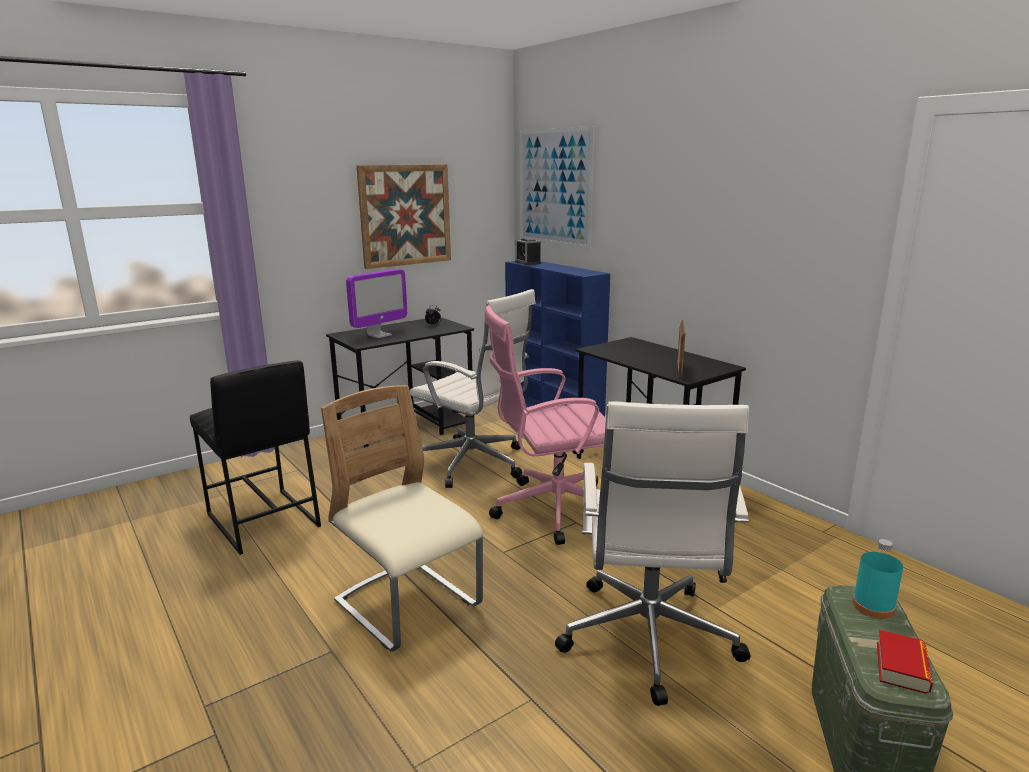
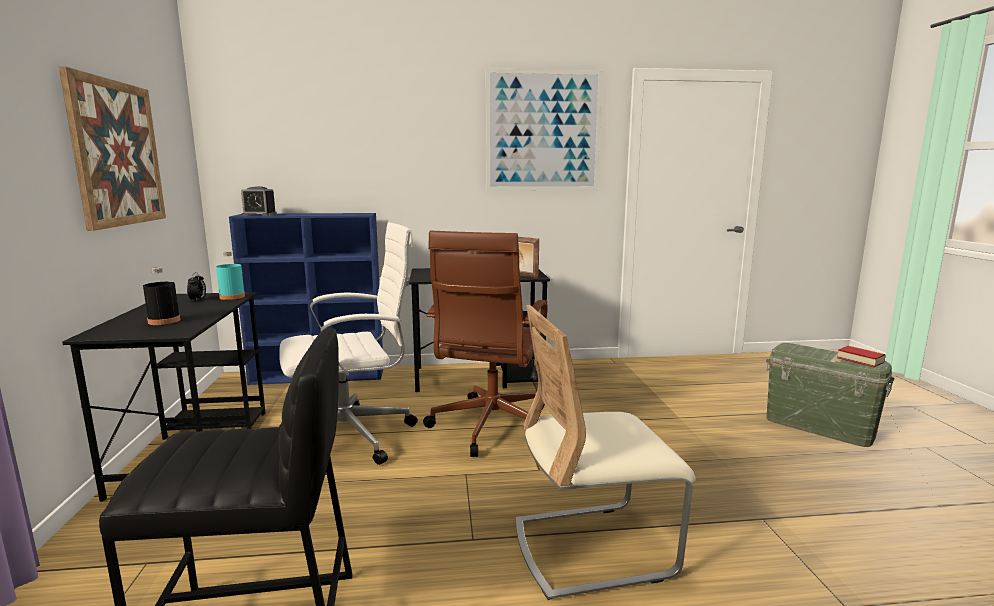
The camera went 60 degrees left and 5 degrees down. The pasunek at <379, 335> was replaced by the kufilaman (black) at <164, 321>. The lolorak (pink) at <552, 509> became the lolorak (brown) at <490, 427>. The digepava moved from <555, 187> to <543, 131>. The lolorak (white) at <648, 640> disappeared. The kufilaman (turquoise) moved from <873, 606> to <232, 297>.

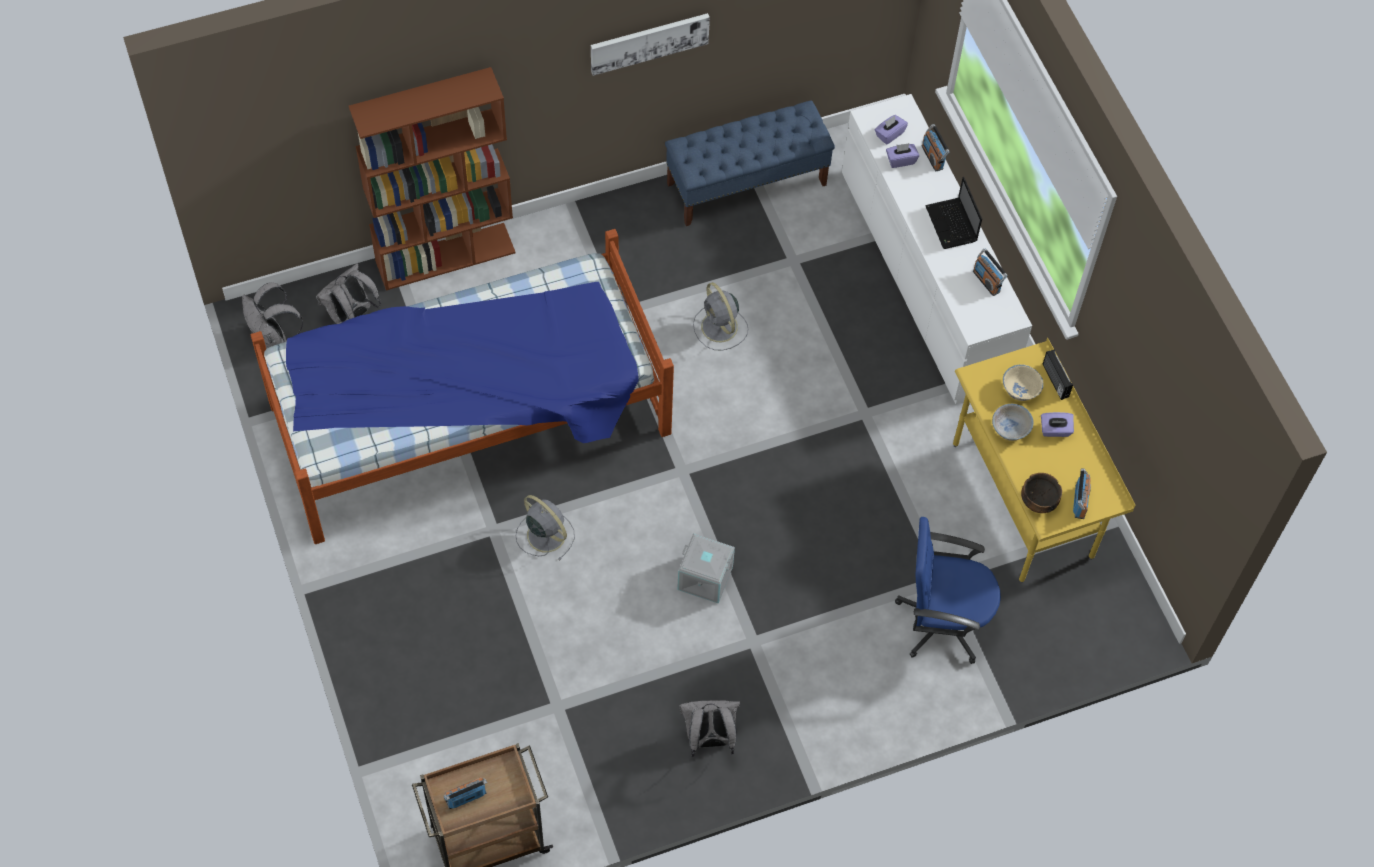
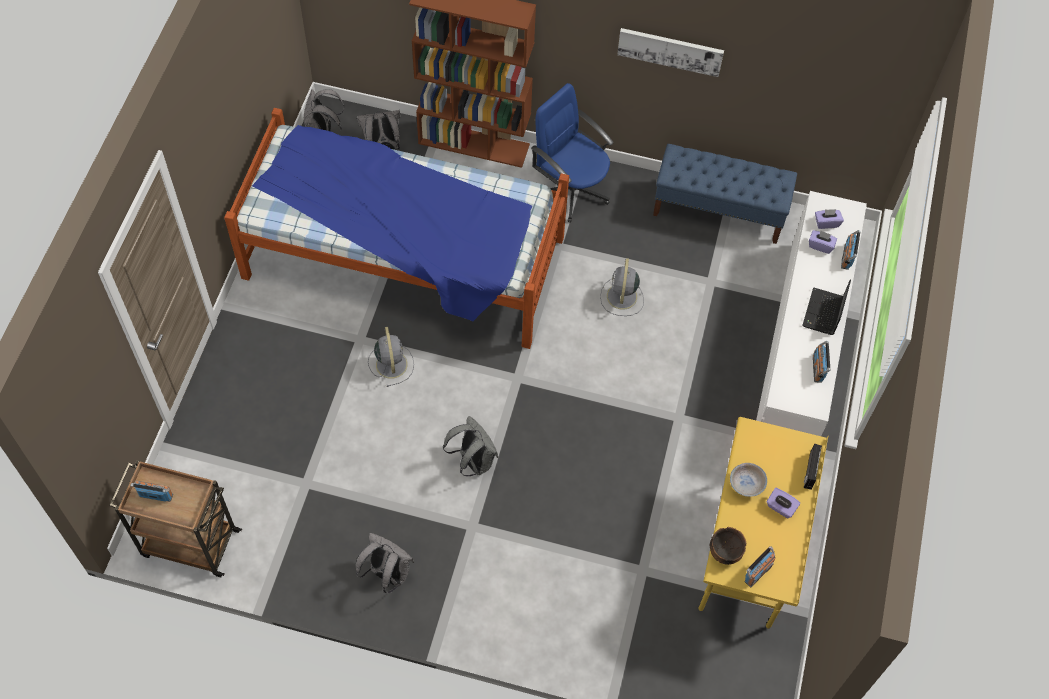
The camera went 35 degrees right and 0 degrees up. The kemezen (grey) at <704, 578> was replaced by the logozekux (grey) at <473, 461>. The lolorak (blue) moved from <942, 620> to <571, 189>. The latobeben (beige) at <1020, 390> disappeared.

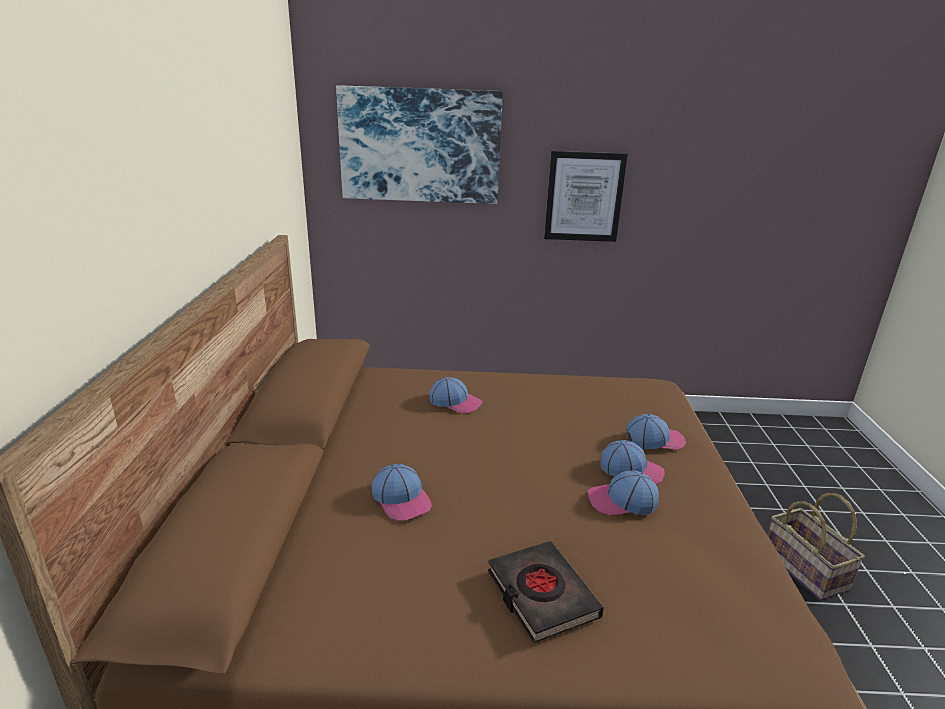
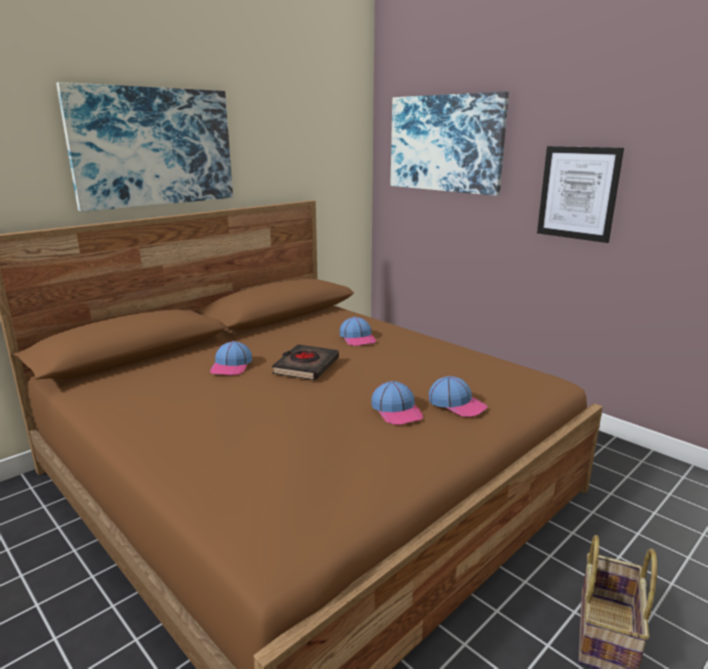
The camera went 45 degrees right and 5 degrees down. The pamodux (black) moved from <541, 595> to <306, 366>. The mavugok at <622, 501> disappeared. The digepava at <154, 147> appeared.

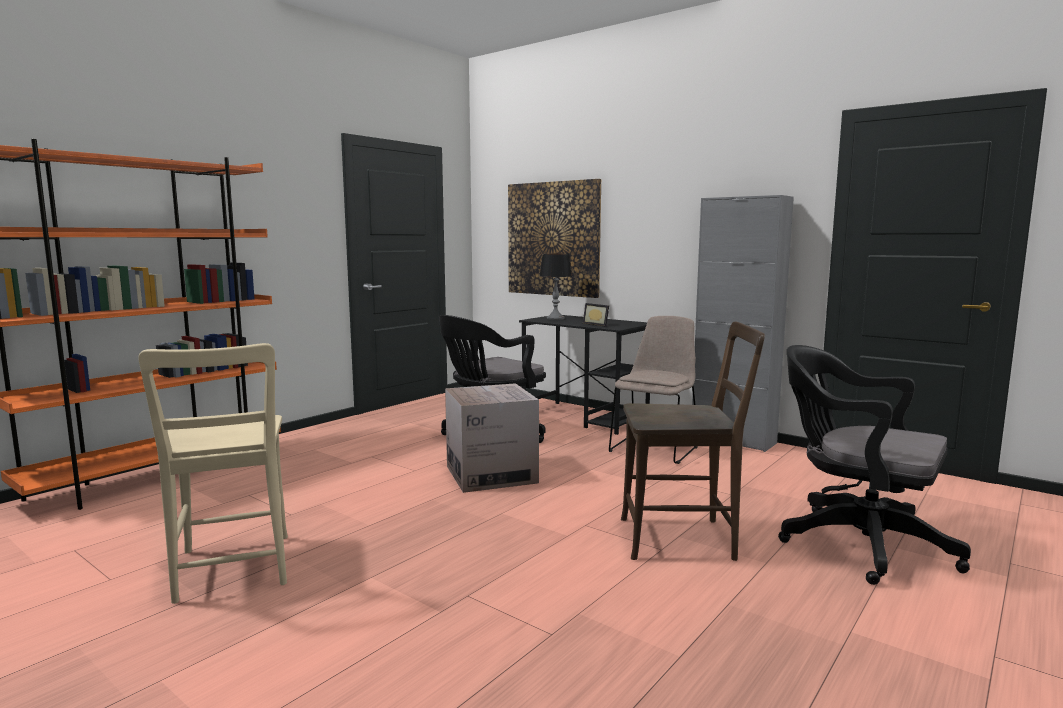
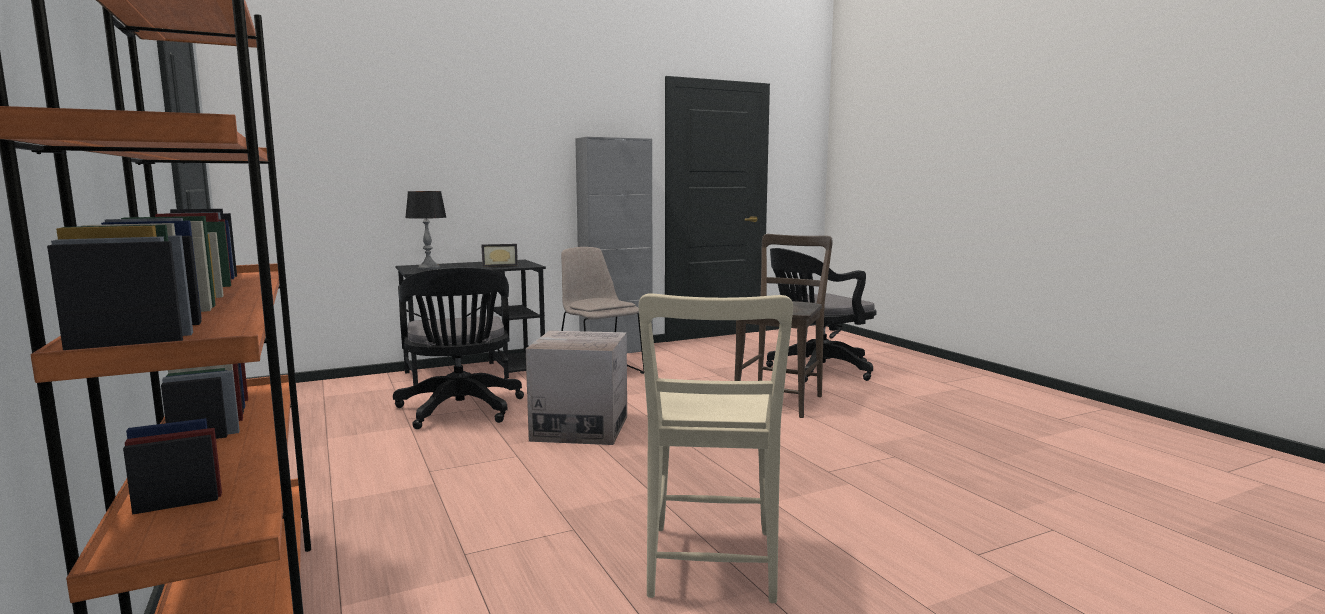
The camera went 65 degrees left and 0 degrees up. The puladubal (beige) at <233, 571> turned 90 degrees clockwise. The digepava at <553, 239> disappeared.

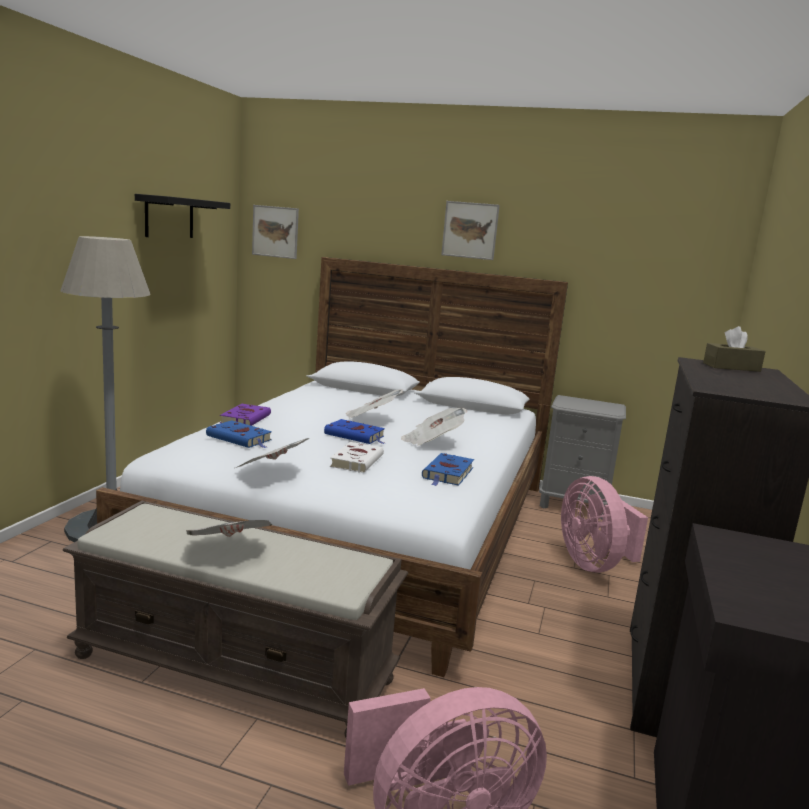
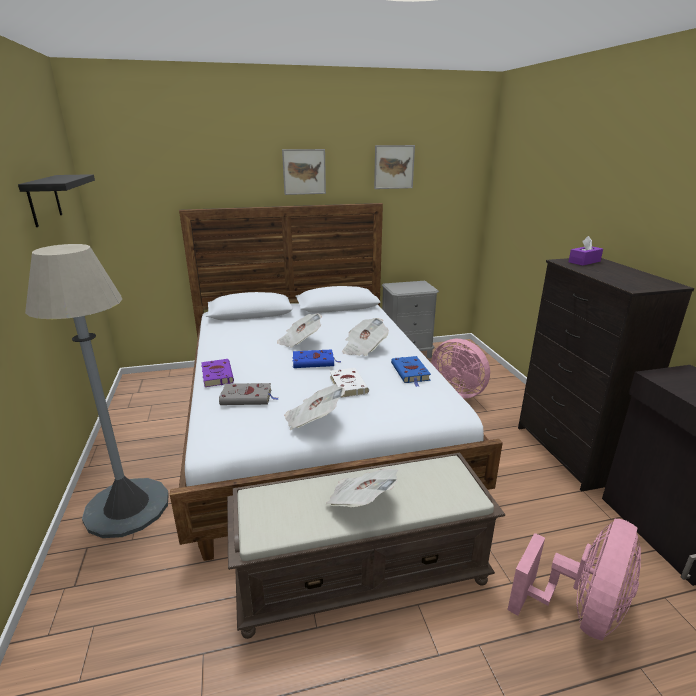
The camera went 30 degrees left and 10 degrees up. The pamodux (blue) at <240, 438> became the pamodux (grey) at <248, 397>. The digepava moved from <275, 231> to <394, 167>. The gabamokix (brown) at <731, 367> became the gabamokix (purple) at <584, 262>.

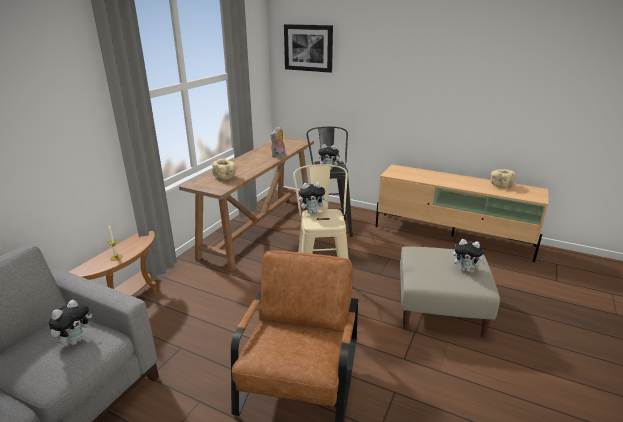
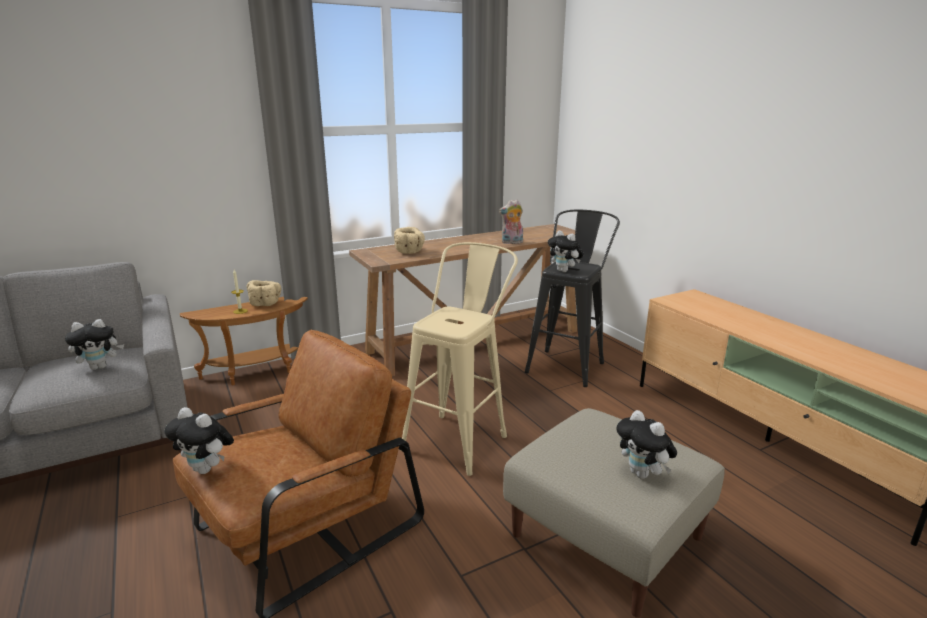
The camera went 35 degrees right and 5 degrees down. The digepava at <308, 48> disappeared. The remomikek moved from <312, 212> to <207, 469>. The latobeben (beige) moved from <500, 185> to <265, 303>.

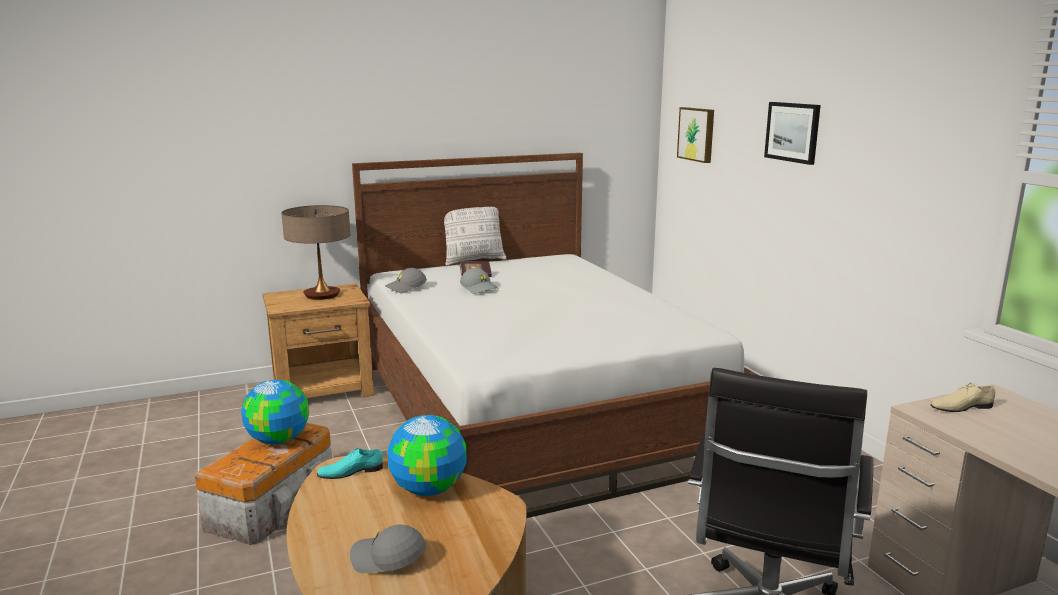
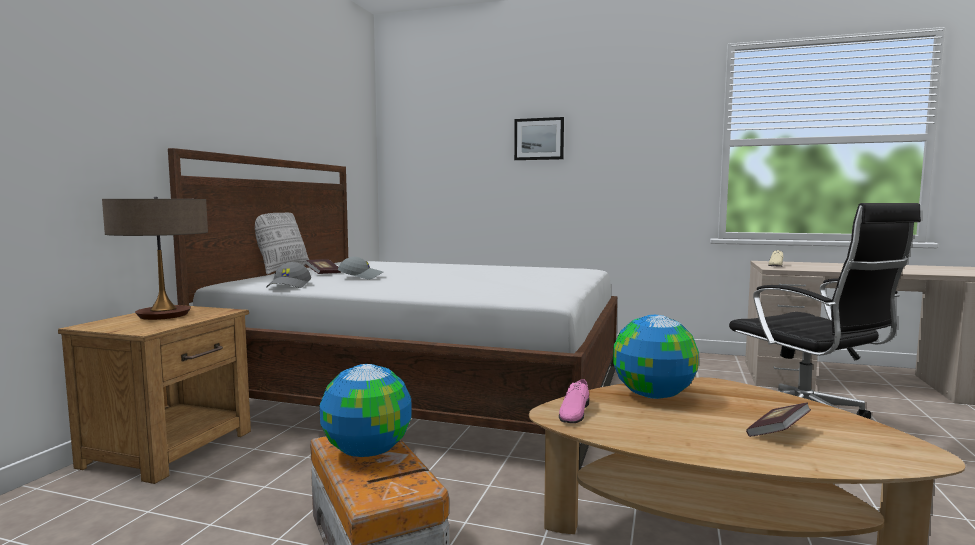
The camera went 50 degrees left and 10 degrees down. The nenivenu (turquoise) at <350, 471> became the nenivenu (pink) at <574, 412>. The mavugok (grey) at <387, 559> was replaced by the pamodux at <777, 433>. The digepava at <697, 134> disappeared.

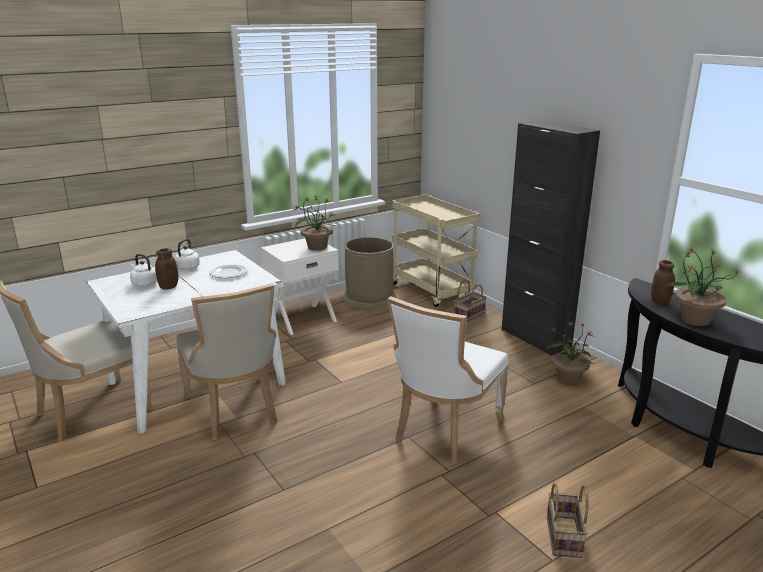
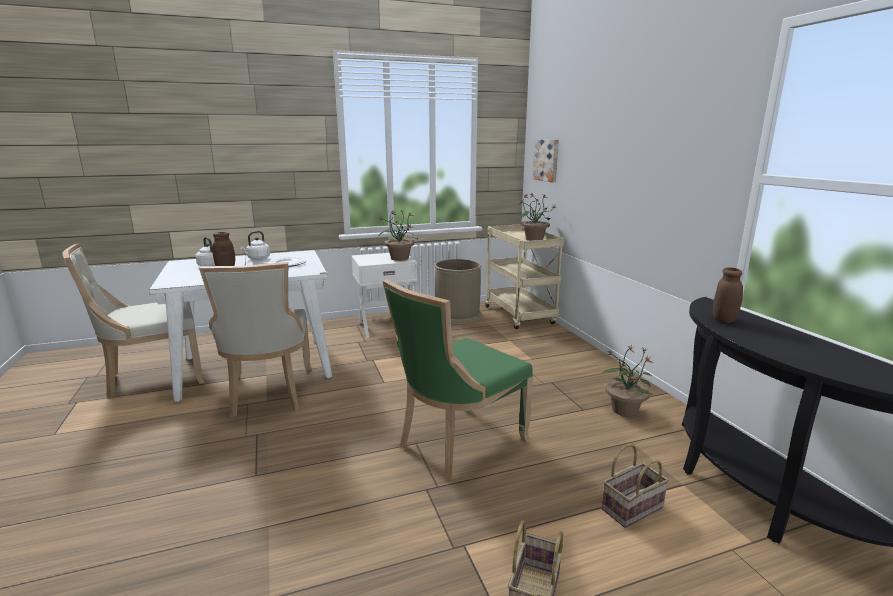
The camera went 15 degrees right and 5 degrees down. The puladubal (white) at <444, 431> became the puladubal (green) at <457, 443>. The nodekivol moved from <469, 314> to <632, 507>. The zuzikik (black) at <535, 338> disappeared. The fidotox moved from <694, 320> to <533, 239>. The digepava at <547, 160> appeared.

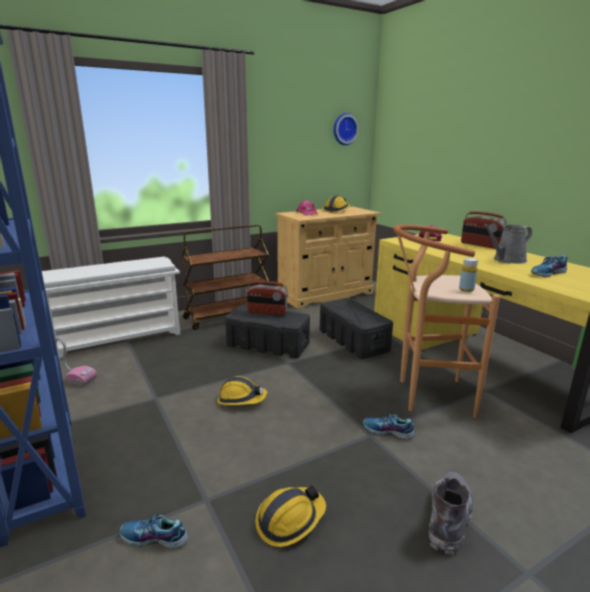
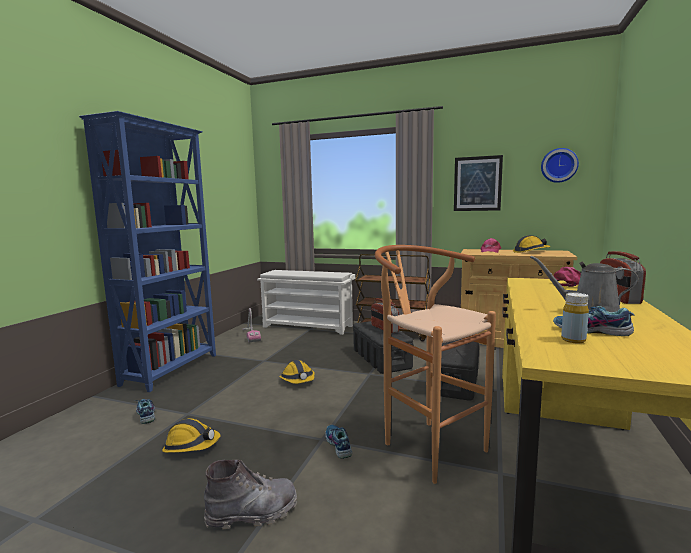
The camera went 50 degrees right and 10 degrees down. The kufilaman (yellow) moved from <466, 289> to <573, 340>. The digepava at <477, 184> appeared.

